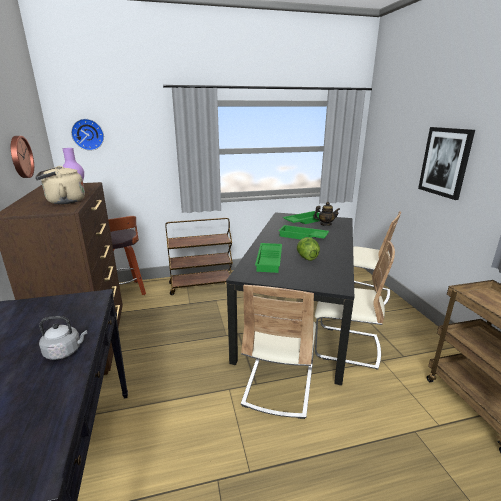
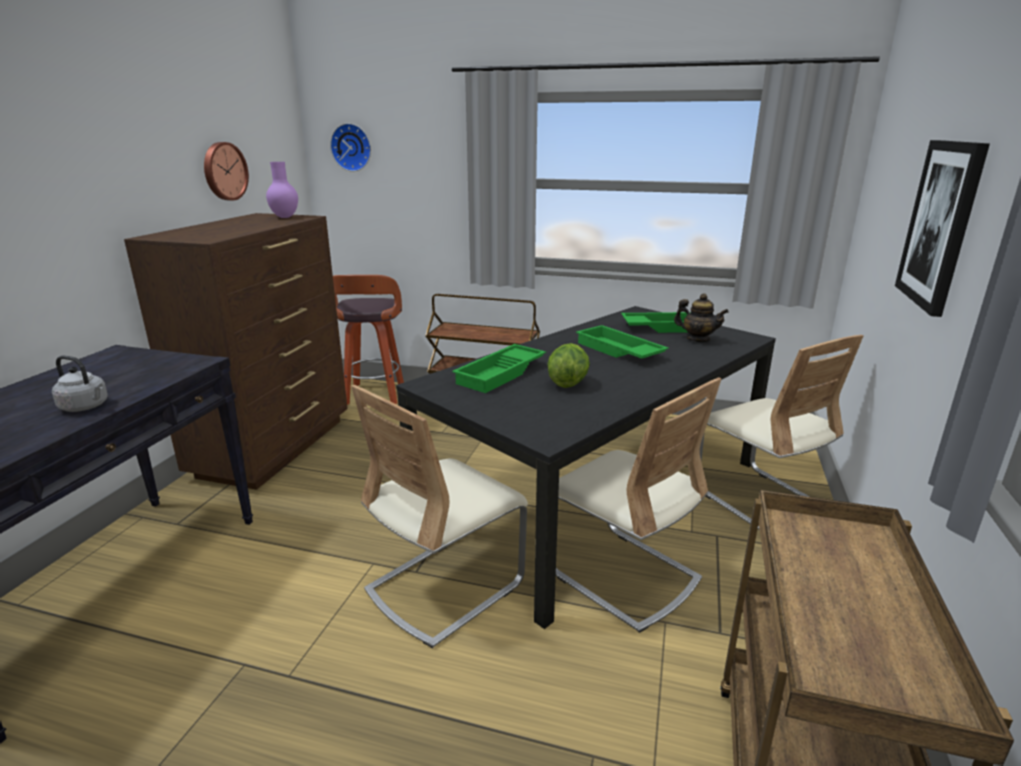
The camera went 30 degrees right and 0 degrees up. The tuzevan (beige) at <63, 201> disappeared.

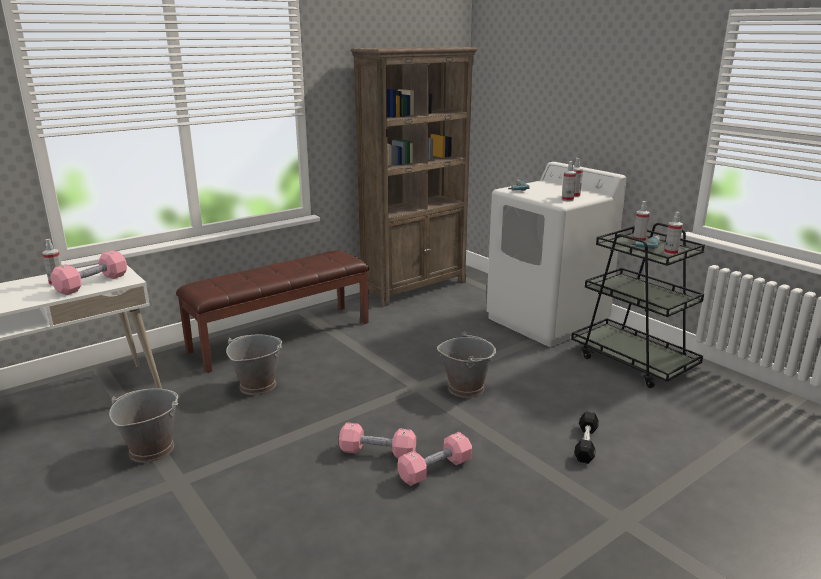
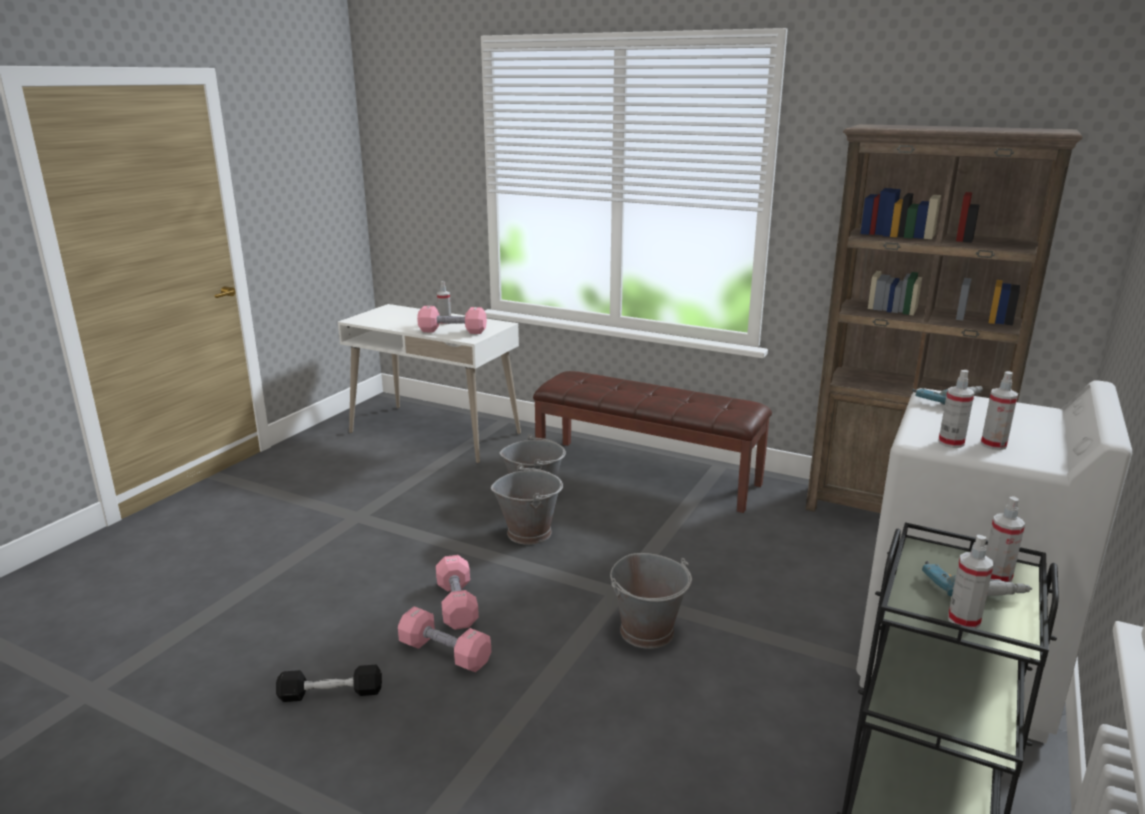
The camera went 65 degrees right and 0 degrees up. The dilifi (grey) moved from <151, 449> to <529, 532>. The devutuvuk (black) moved from <586, 444> to <331, 693>.

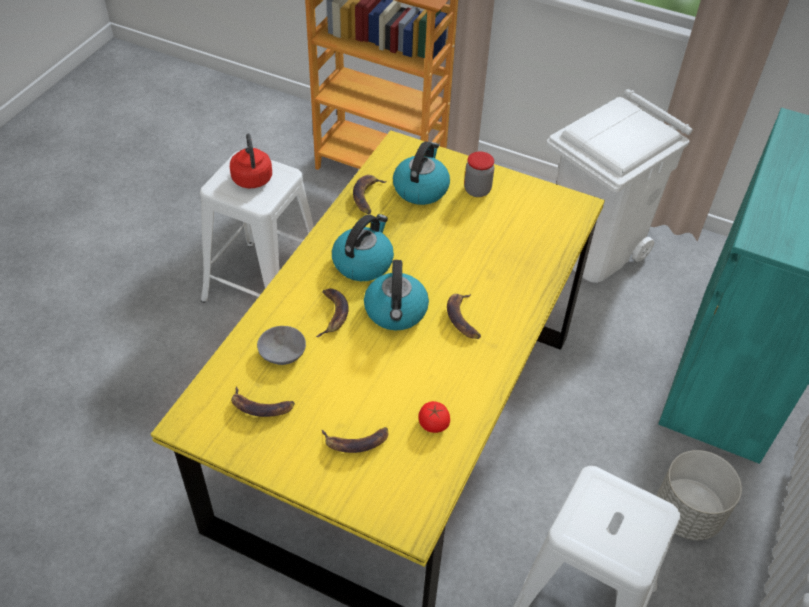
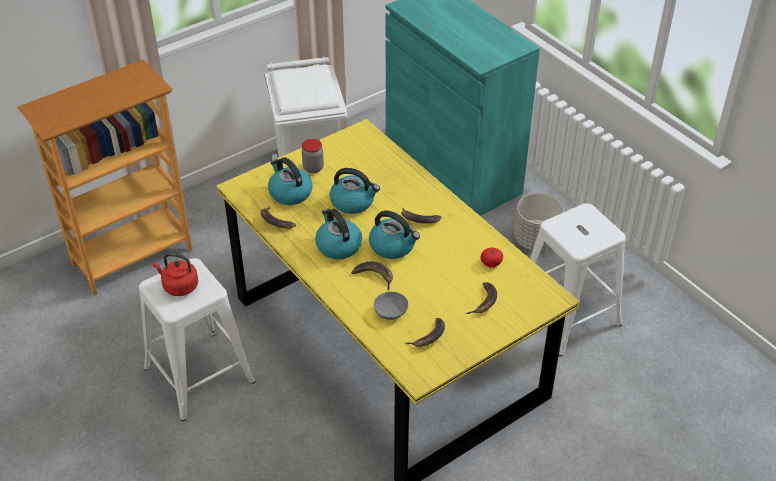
The camera went 60 degrees left and 5 degrees down. The tuzevan at <353, 202> appeared.

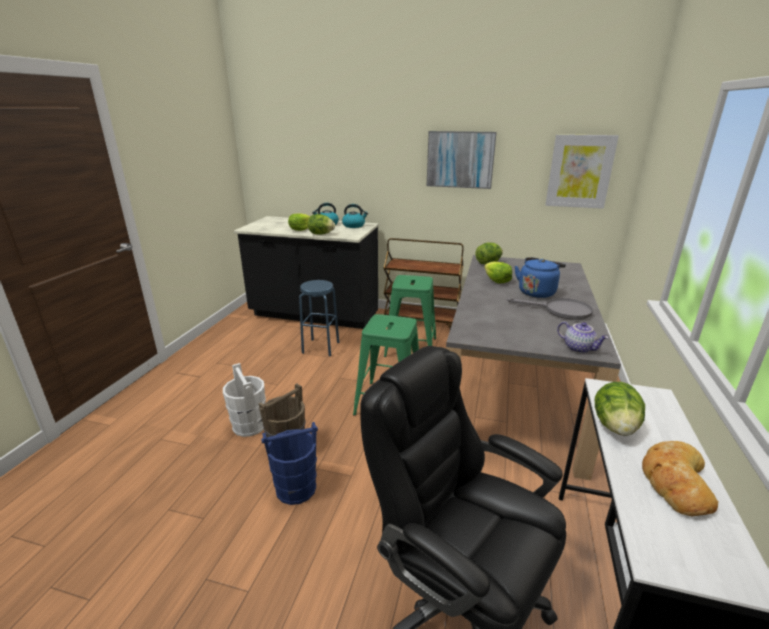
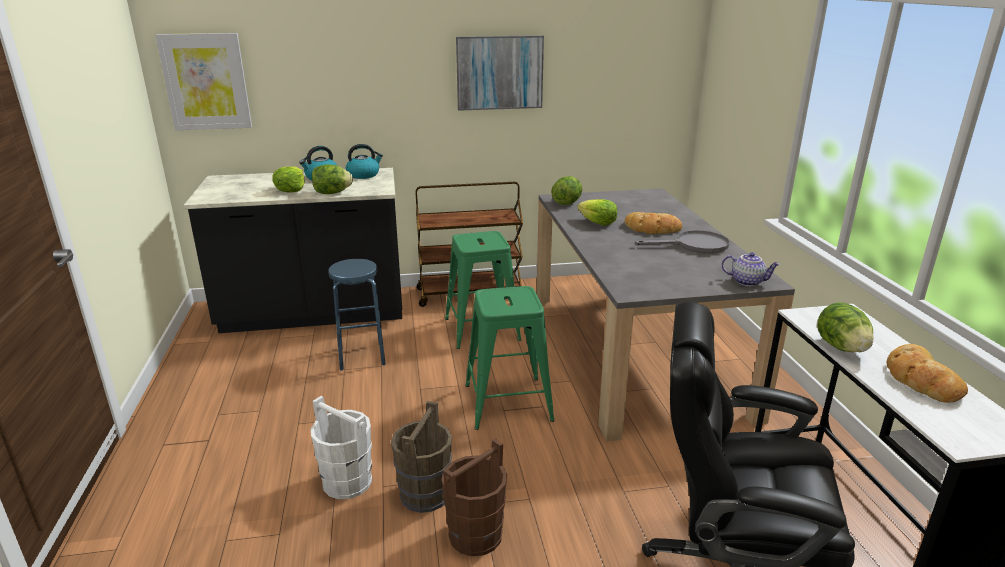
The camera went 25 degrees left and 0 degrees up. The dilifi (blue) at <295, 488> became the dilifi (brown) at <475, 535>. The tuzevan (blue) at <537, 292> was replaced by the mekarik at <652, 229>. The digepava moved from <580, 171> to <206, 82>.

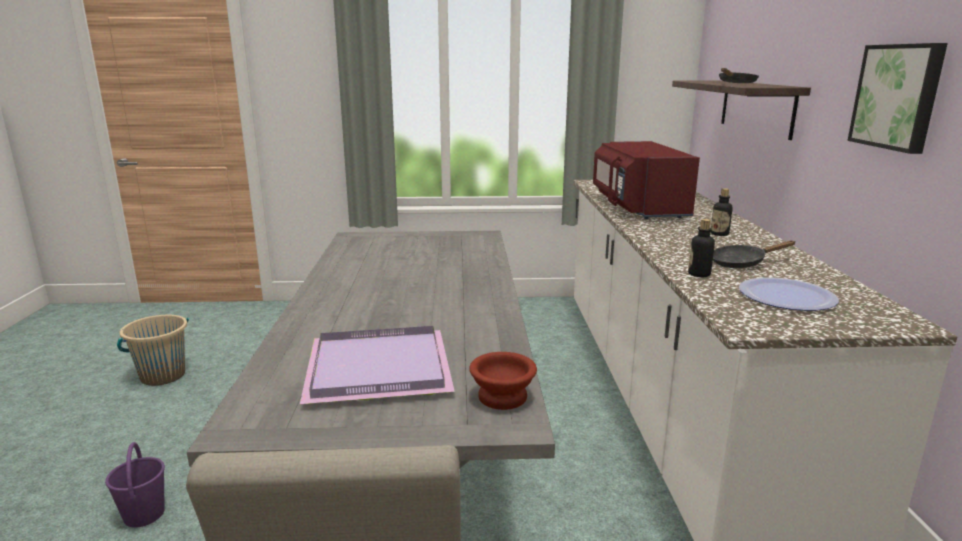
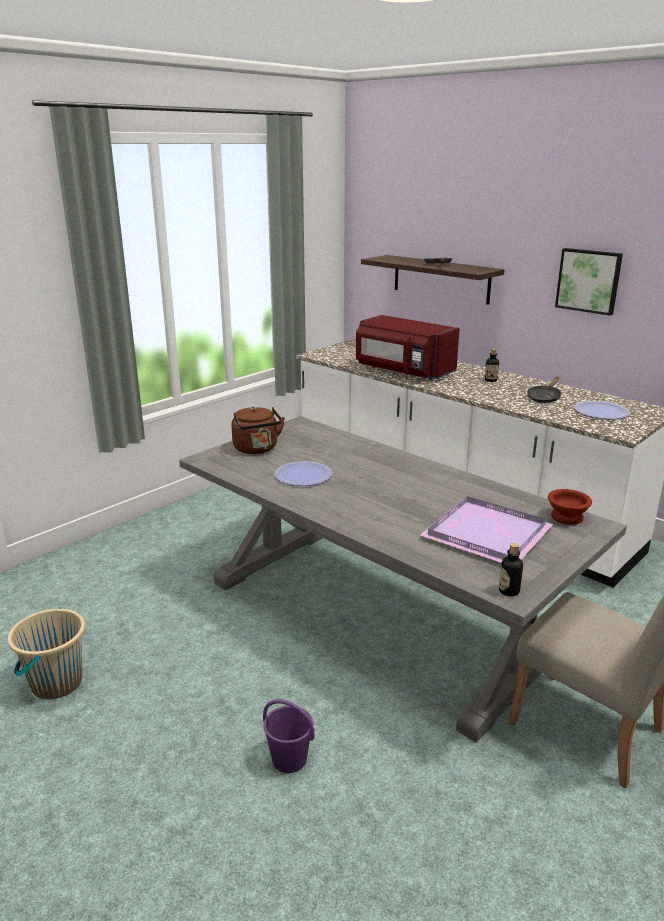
The camera went 45 degrees left and 5 degrees up. The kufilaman moved from <699, 274> to <509, 591>. The tuzevan (brown) at <257, 449> appeared. The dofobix at <303, 475> appeared.

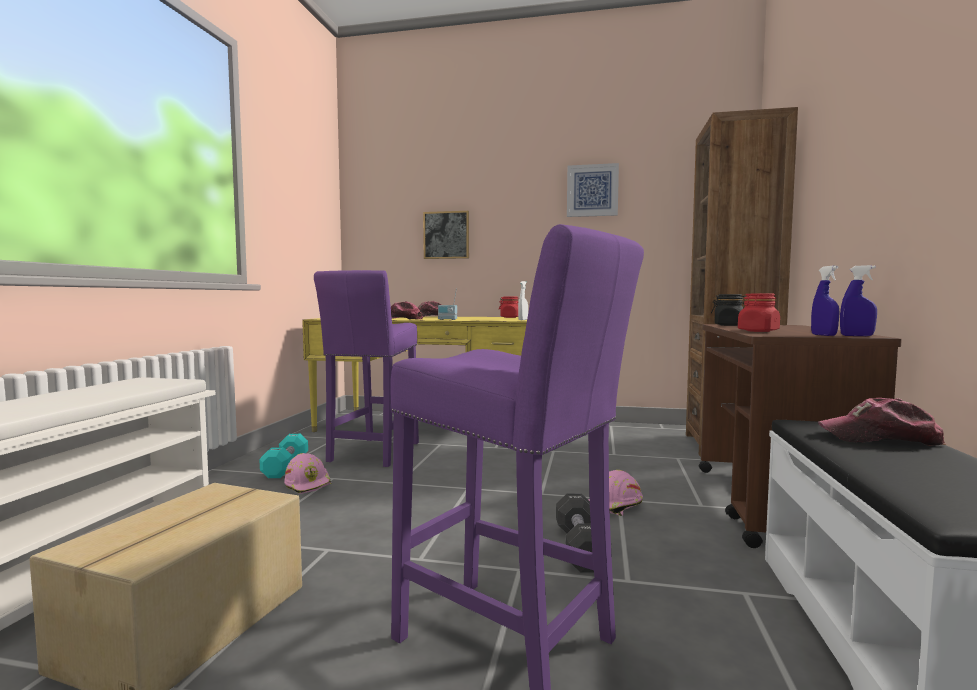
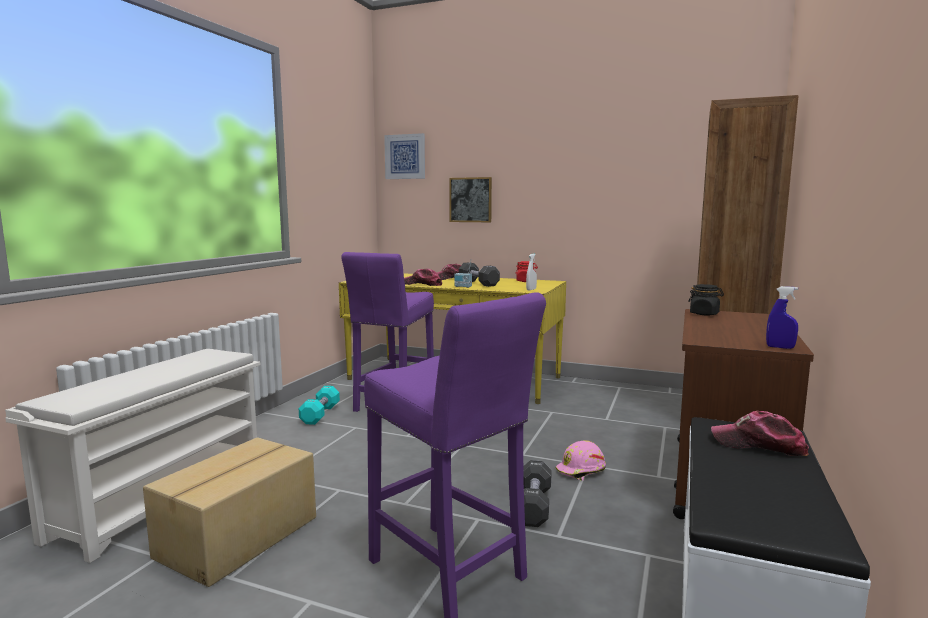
The camera went 10 degrees right and 5 degrees up. The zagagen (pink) at <308, 484> disappeared. The digepava moved from <592, 190> to <405, 157>. The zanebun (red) at <758, 331> disappeared. The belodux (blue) at <823, 335> disappeared. The devutuvuk (black) at <478, 283> appeared.

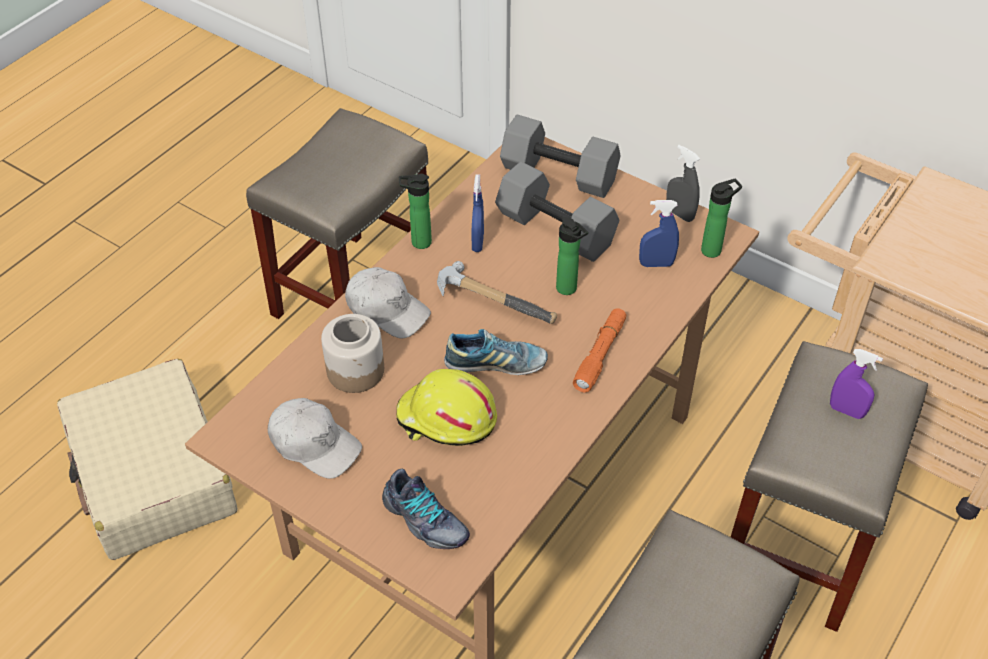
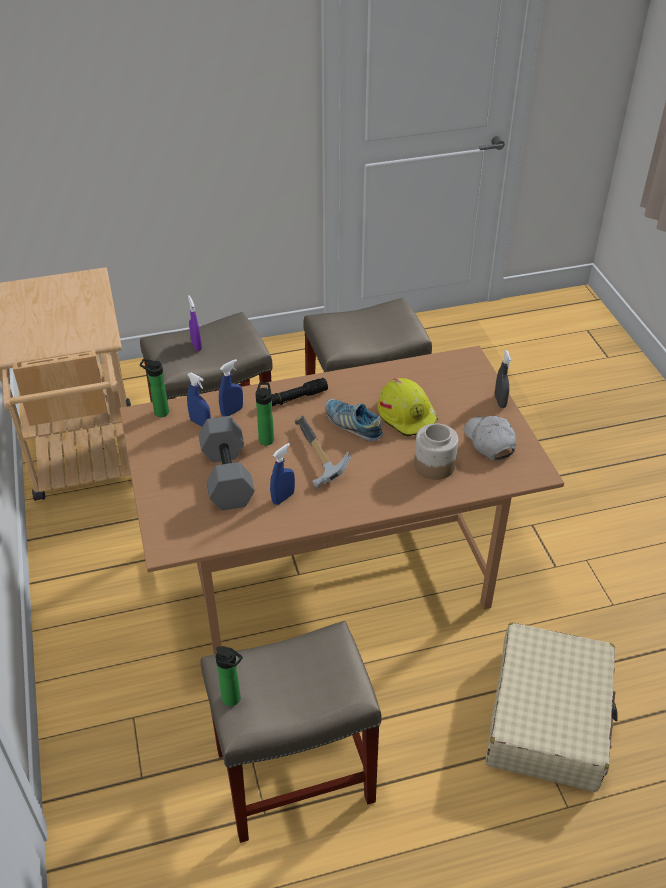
The camera went 140 degrees left and 5 degrees down. The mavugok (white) at <387, 310> disappeared. The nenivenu at <424, 521> disappeared. The kufilaman moved from <418, 242> to <233, 700>. The devutuvuk (grey) at <557, 175> disappeared. The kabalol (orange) at <600, 355> became the kabalol (black) at <293, 398>. The belodux (grey) moved from <679, 214> to <500, 401>. The belodux (blue) at <232, 412> appeared.

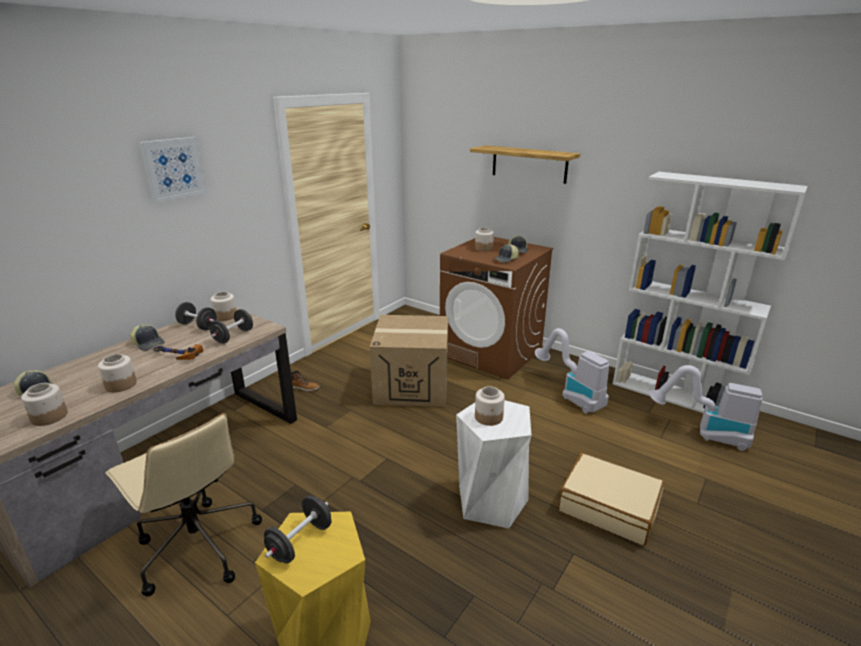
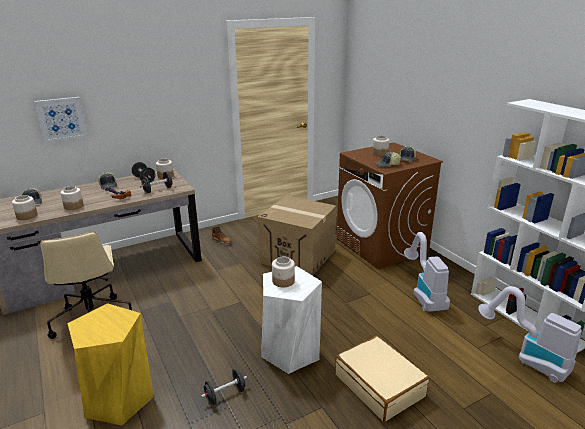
The camera went 25 degrees right and 0 degrees up. The digepava moved from <173, 169> to <61, 119>. The devutuvuk (black) moved from <300, 542> to <225, 394>. The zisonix at <529, 164> disappeared.

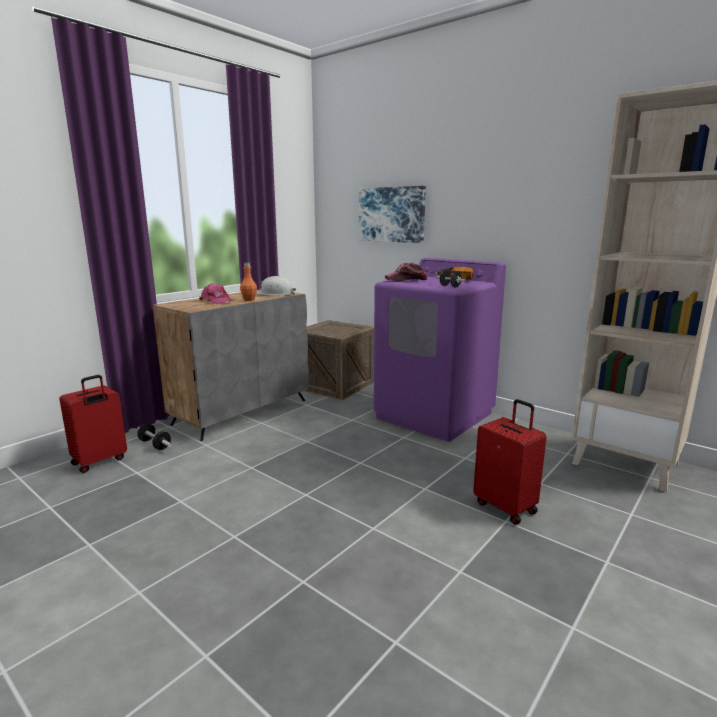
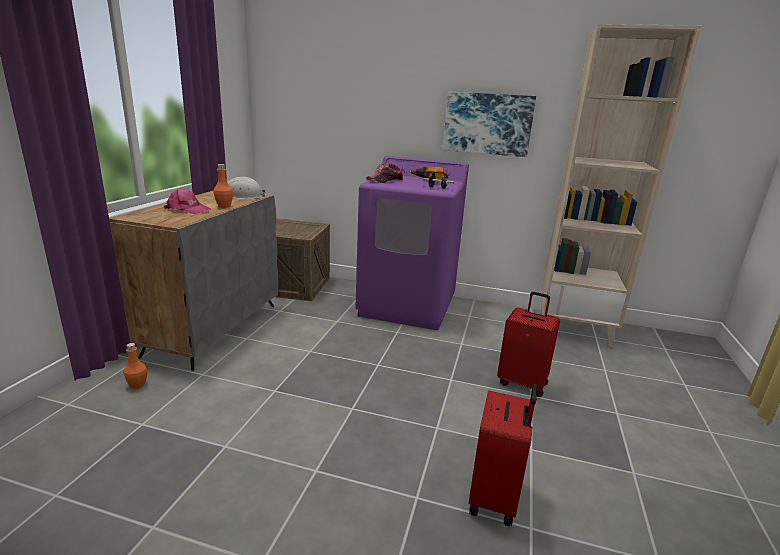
The camera went 25 degrees left and 5 degrees up. The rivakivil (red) moved from <100, 461> to <495, 498>. The devutuvuk at <155, 444> was replaced by the kufilaman (orange) at <137, 385>. The digepava moved from <392, 214> to <487, 124>.

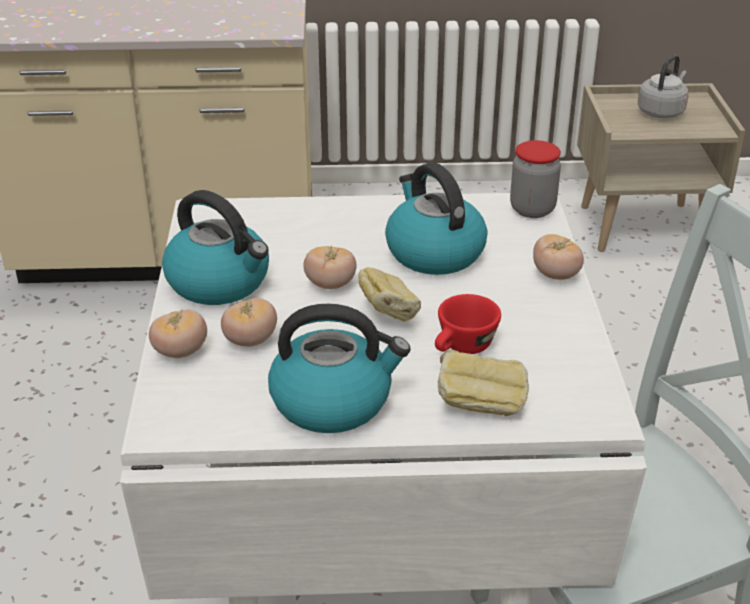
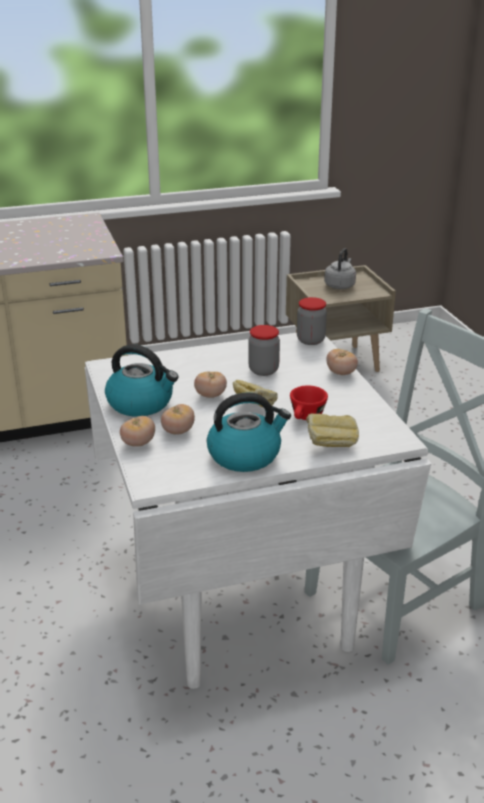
The camera went 15 degrees left and 5 degrees down. The tuzevan at <433, 252> was replaced by the zanebun at <263, 370>.

